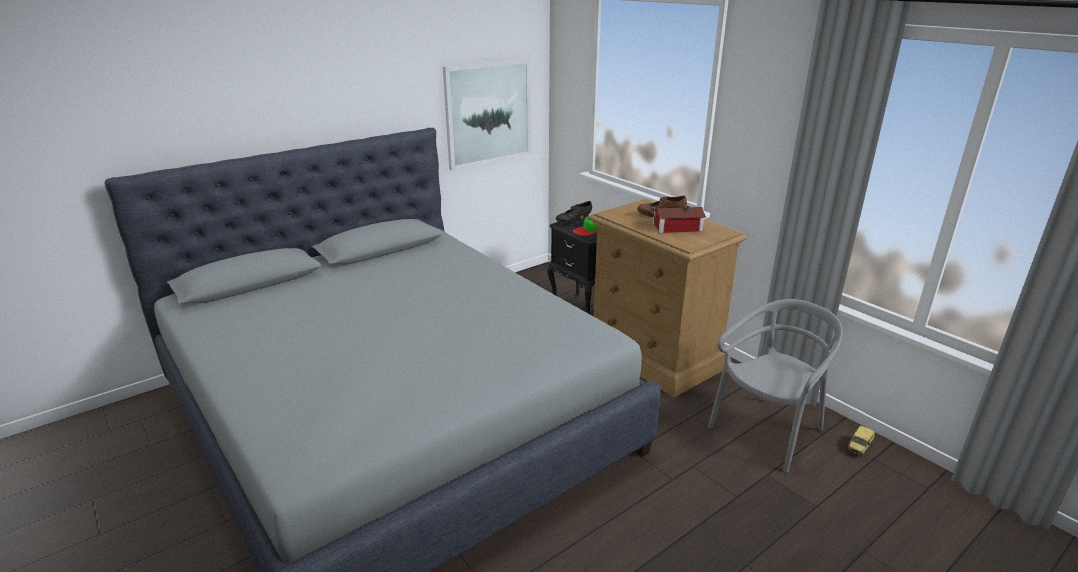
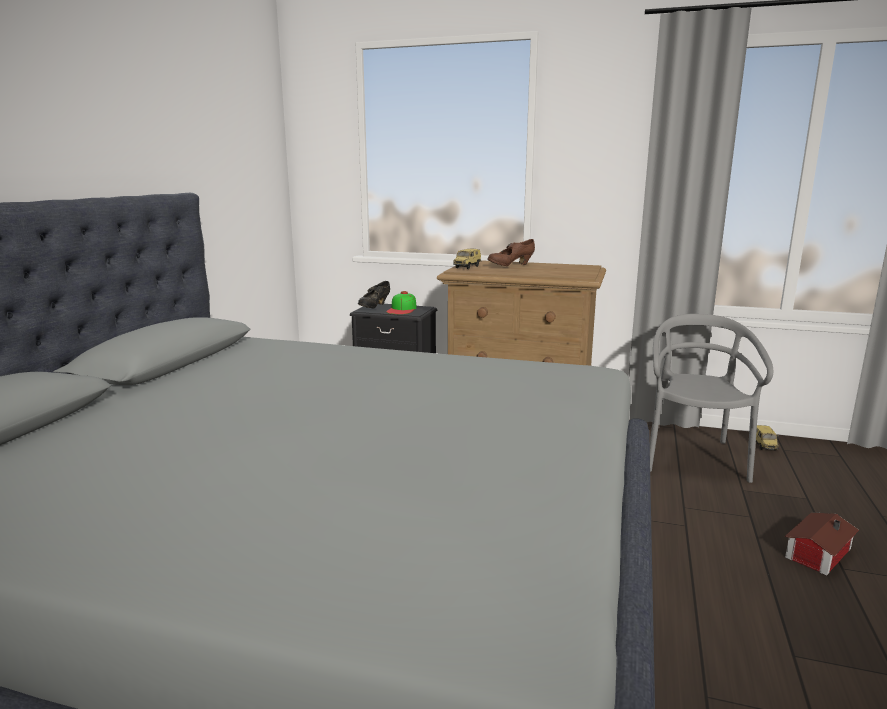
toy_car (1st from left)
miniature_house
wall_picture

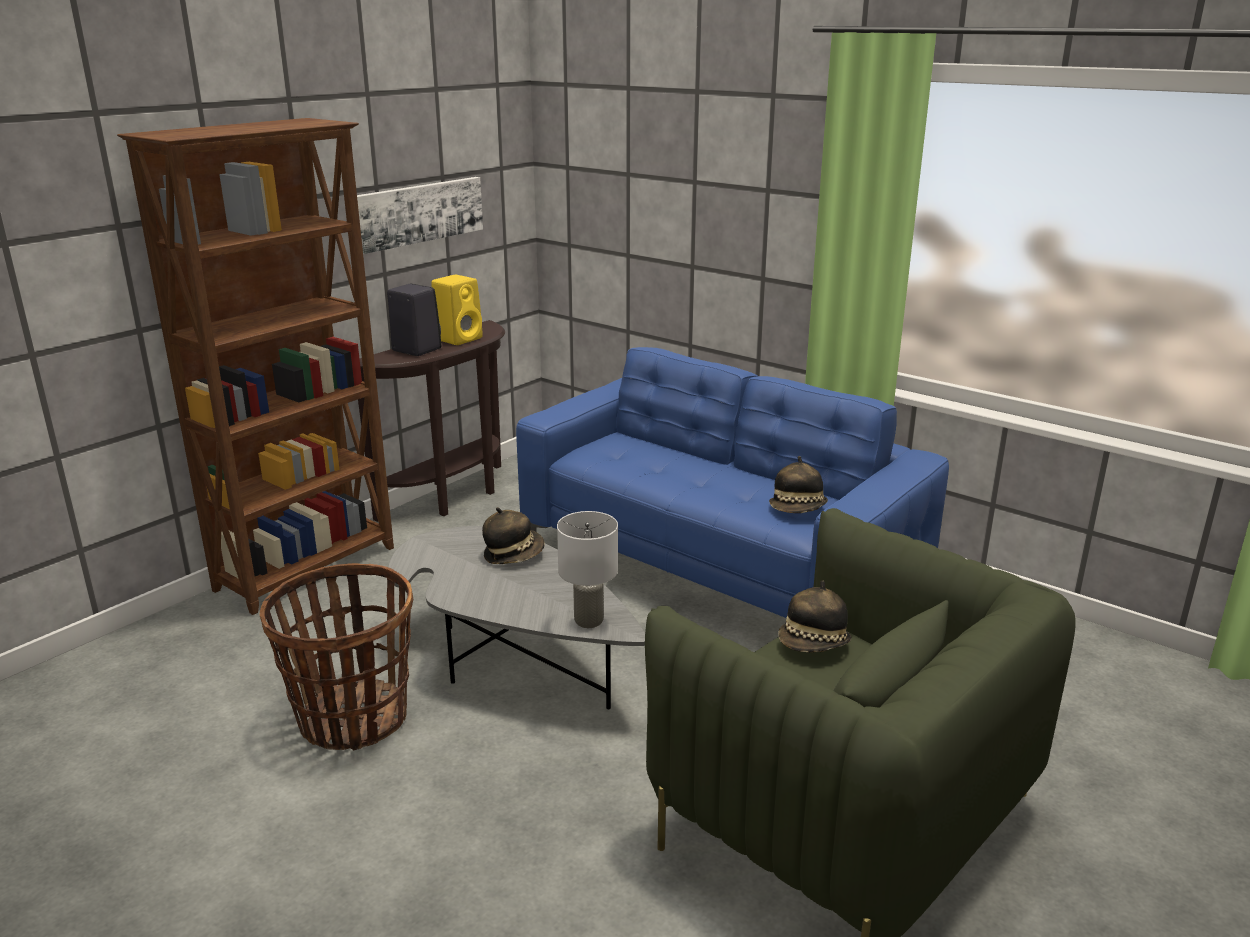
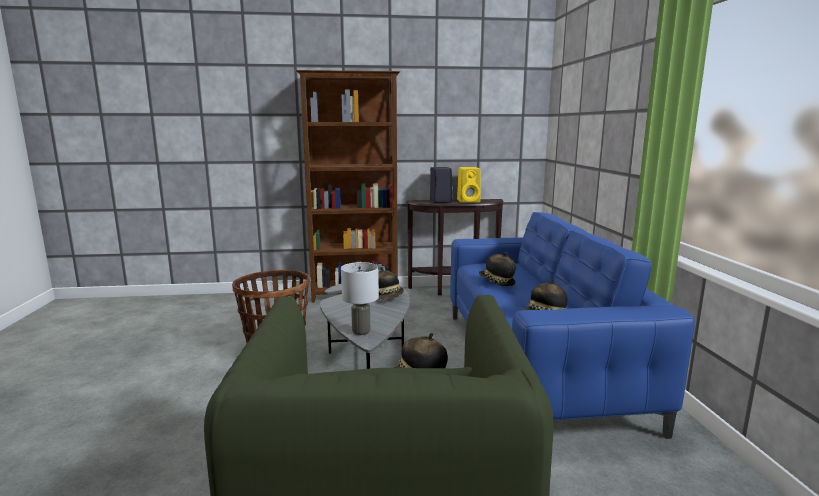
hat (3rd from left)
wall_picture

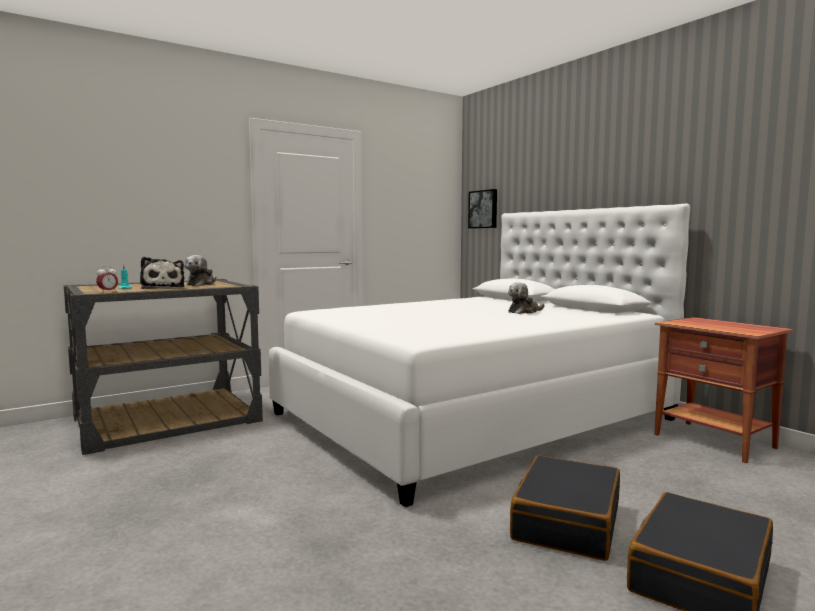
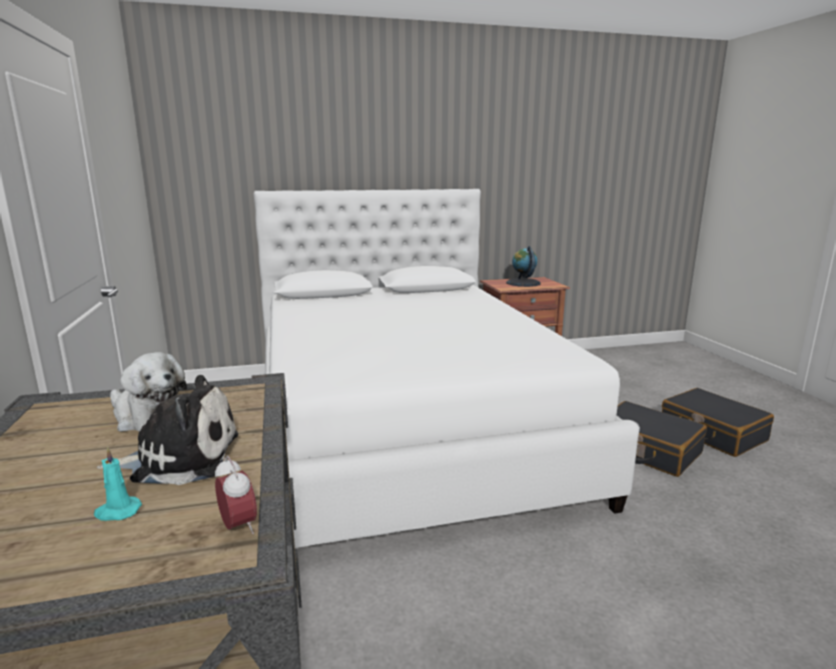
globe
wall_picture
cuddly_toy (3rd from left in the first image)

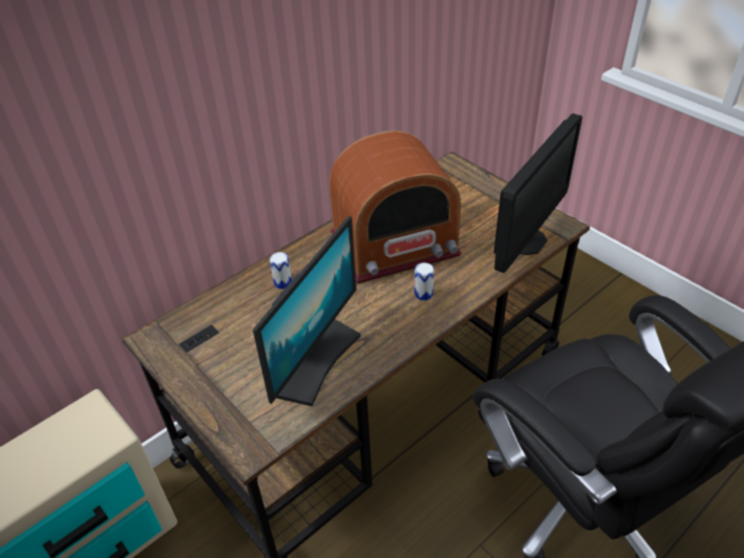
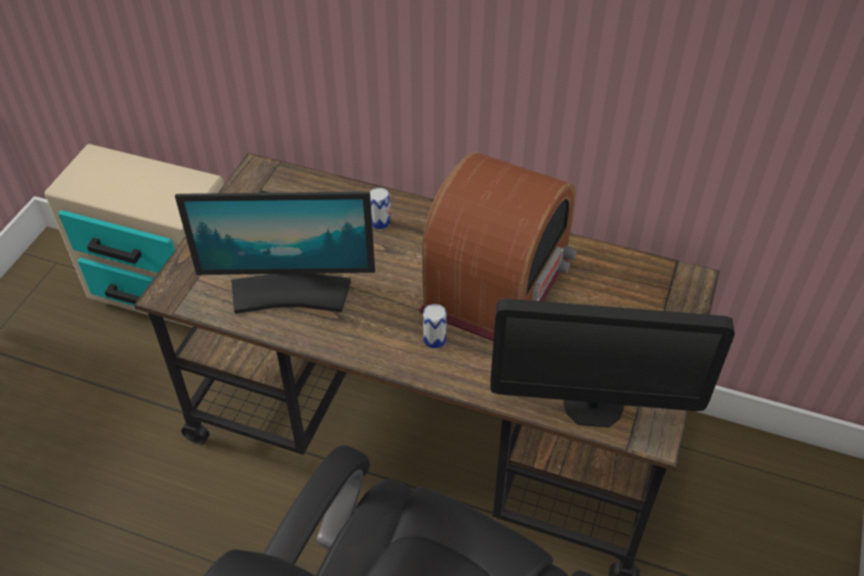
radio

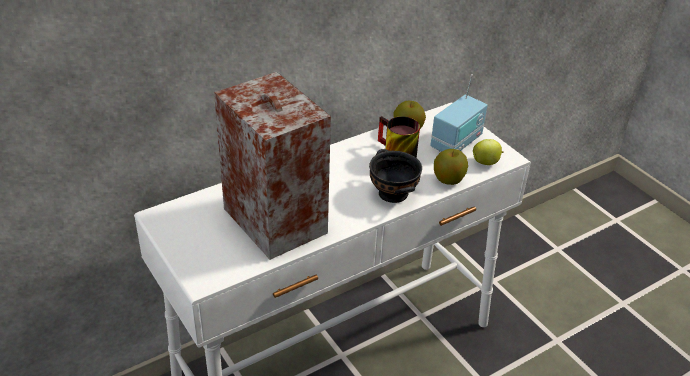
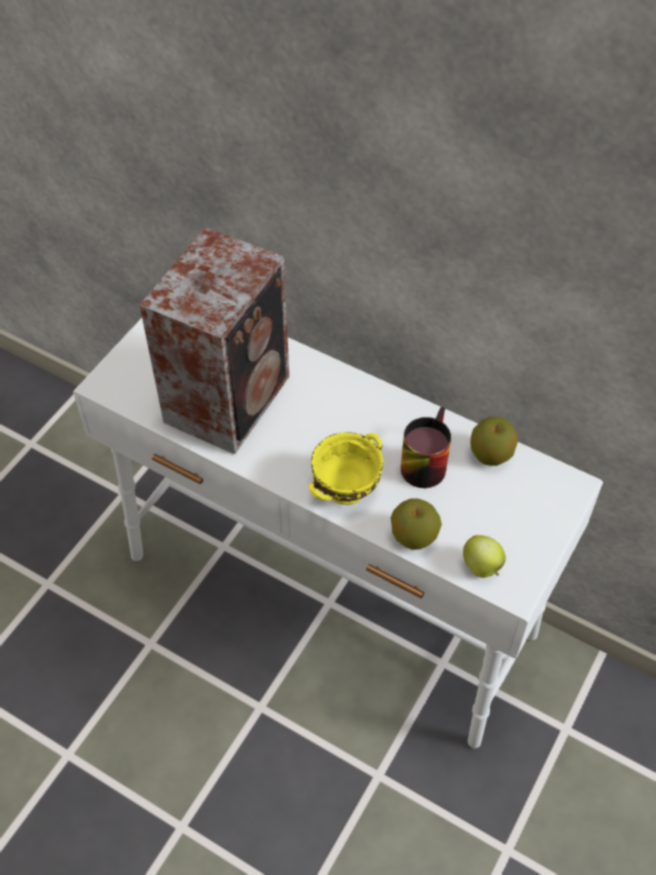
yellow_serving_bowl
radio

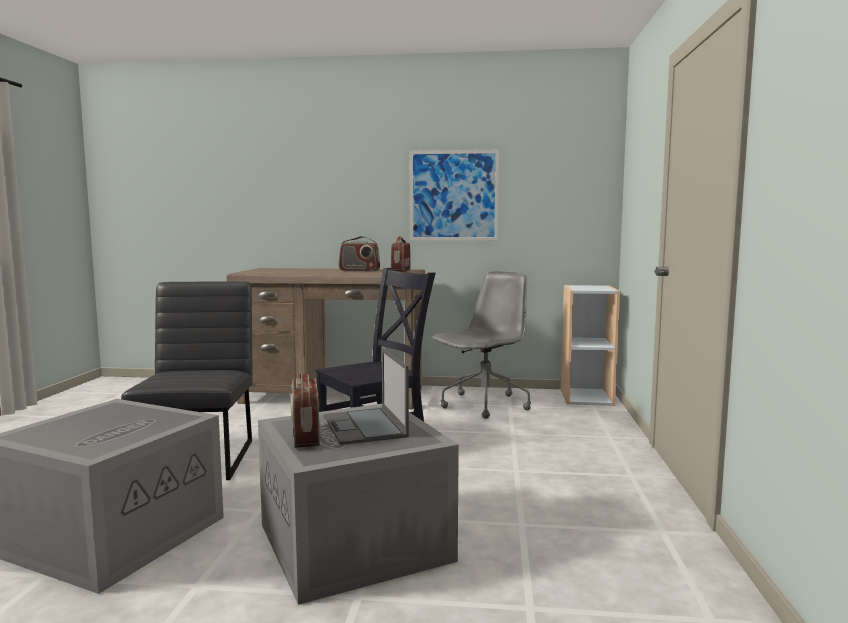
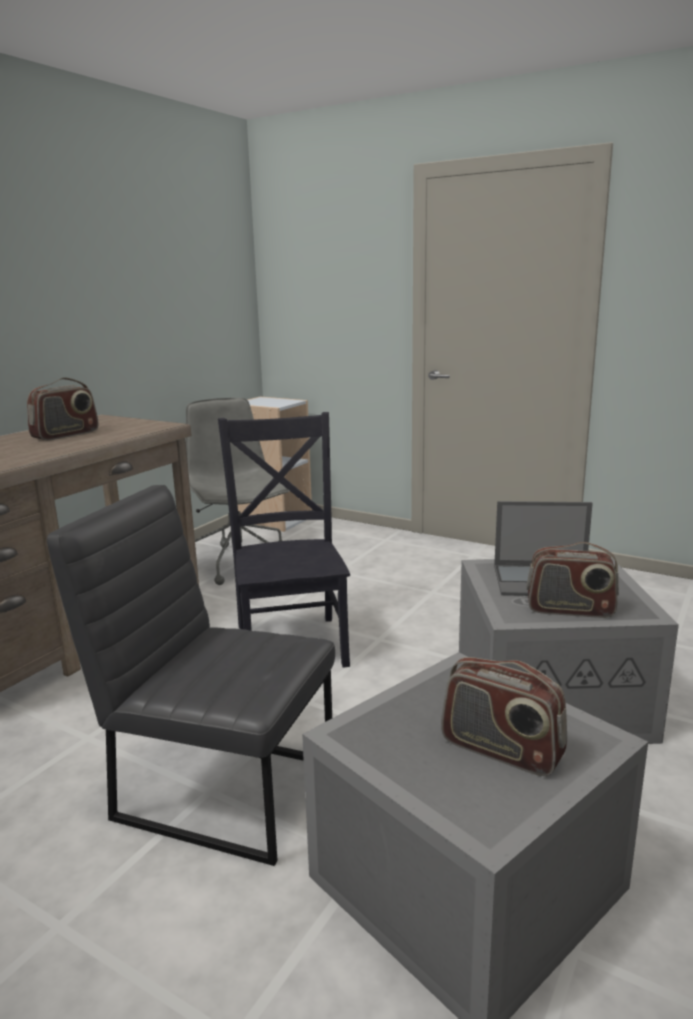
radio (2nd from left)
wall_picture

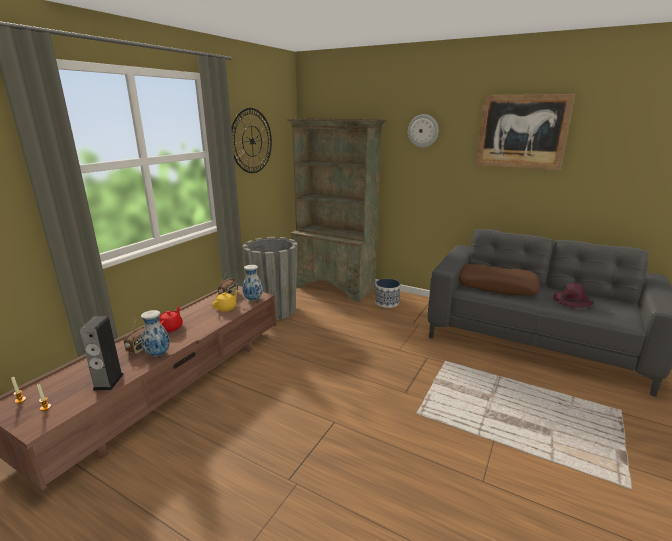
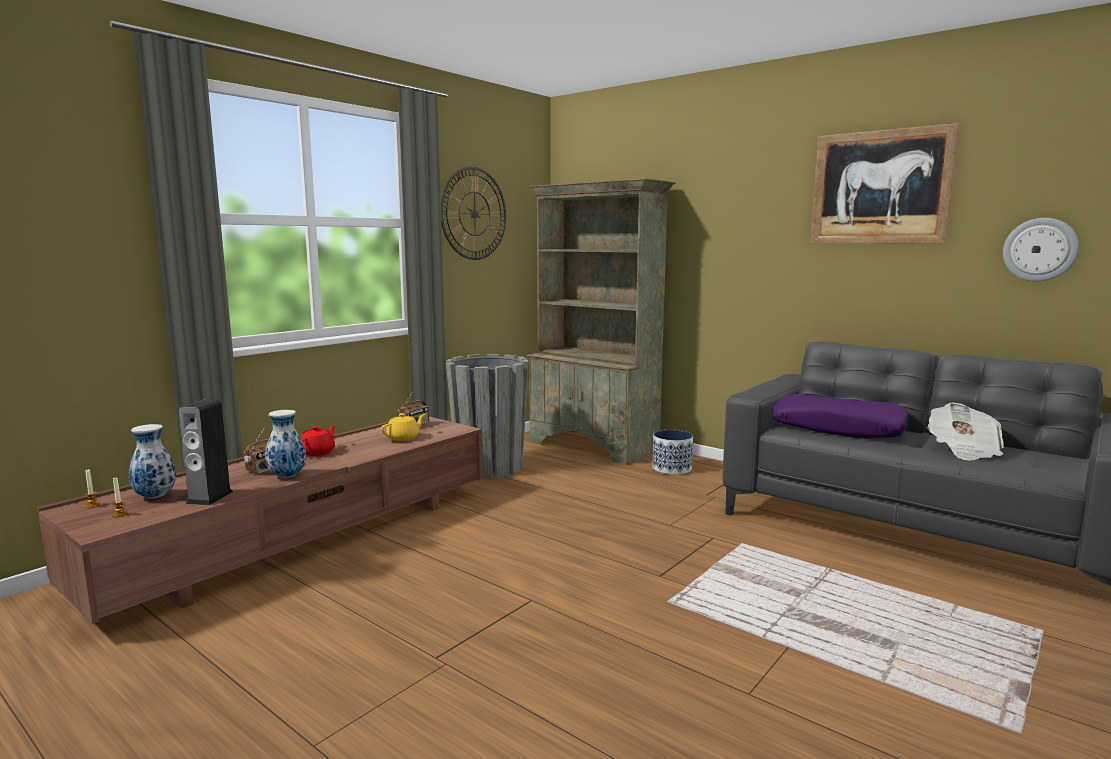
flower_vase (1st from left)
purple_cushion
daily_paper
hanging_clock (2nd from left)

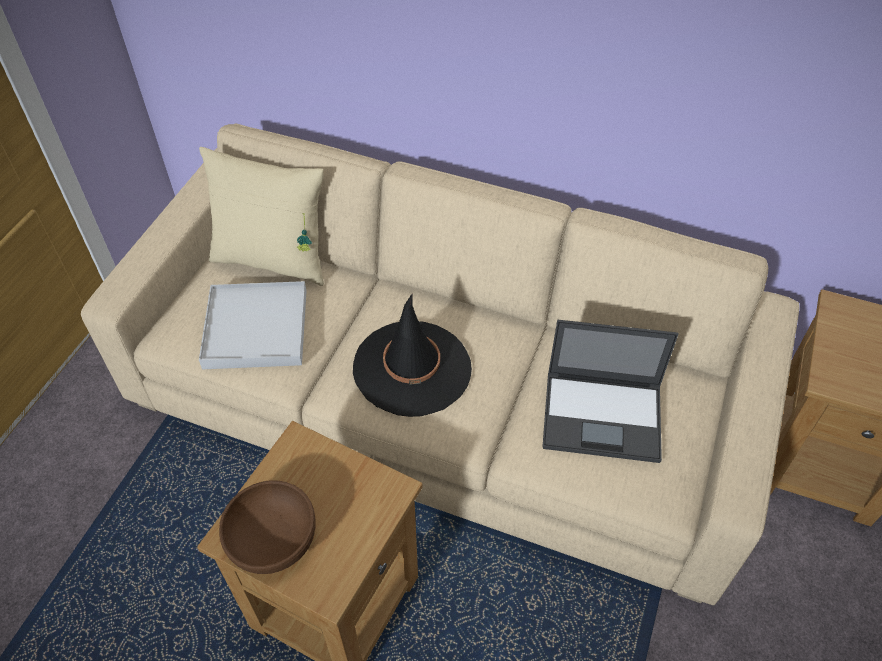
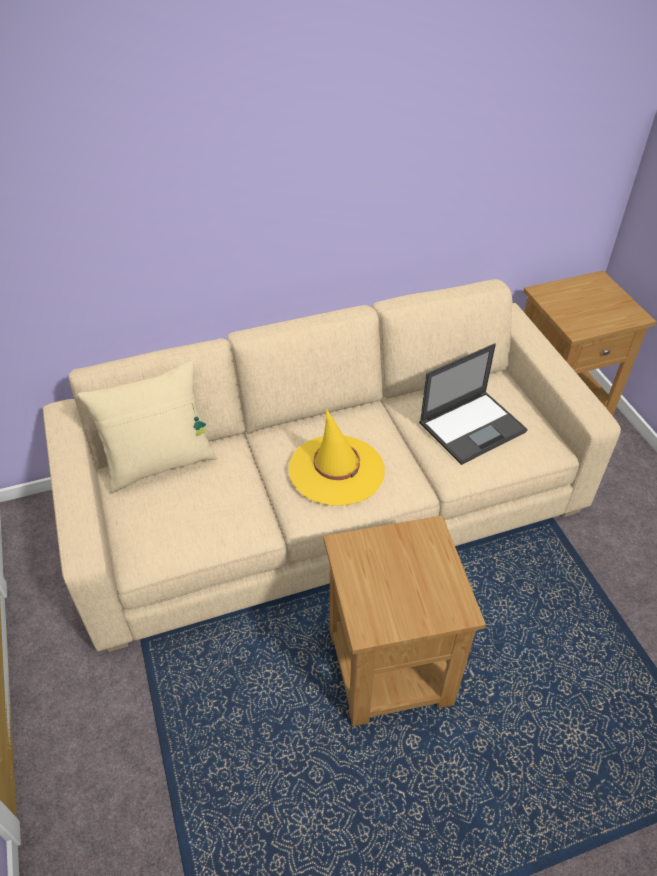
yellow_hat
white-coloured_serving_tray
brownish_serving_bowl

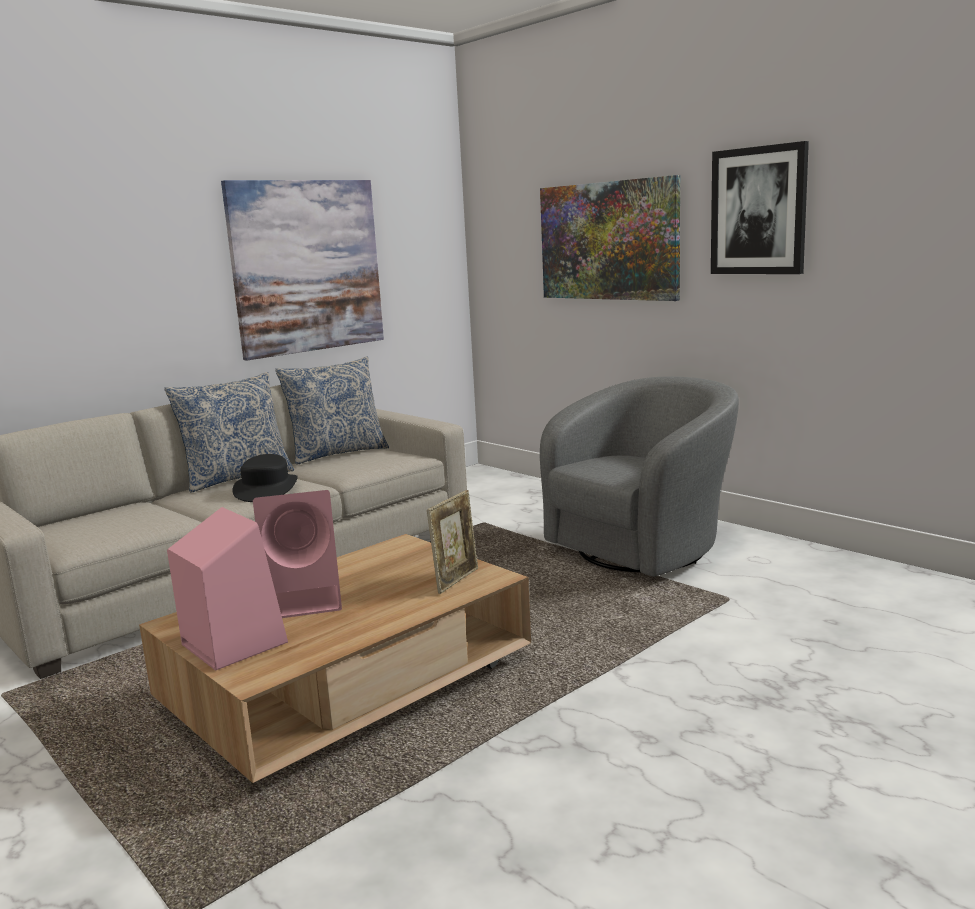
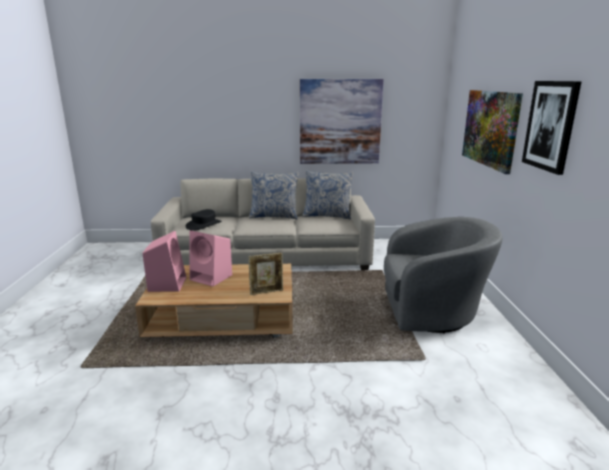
black_hat

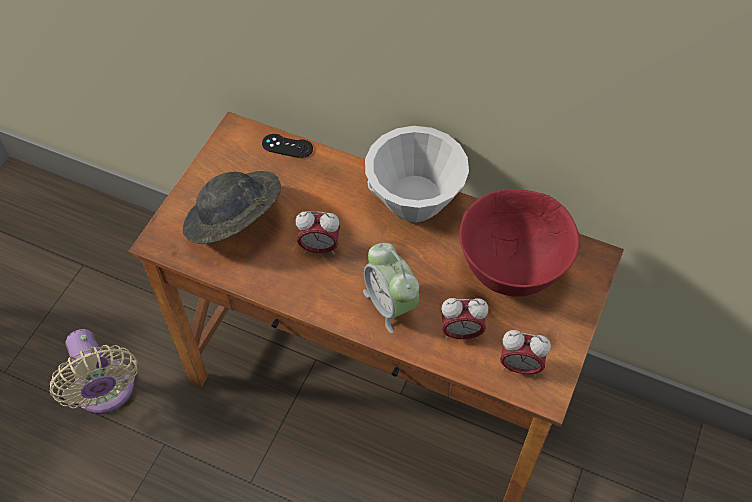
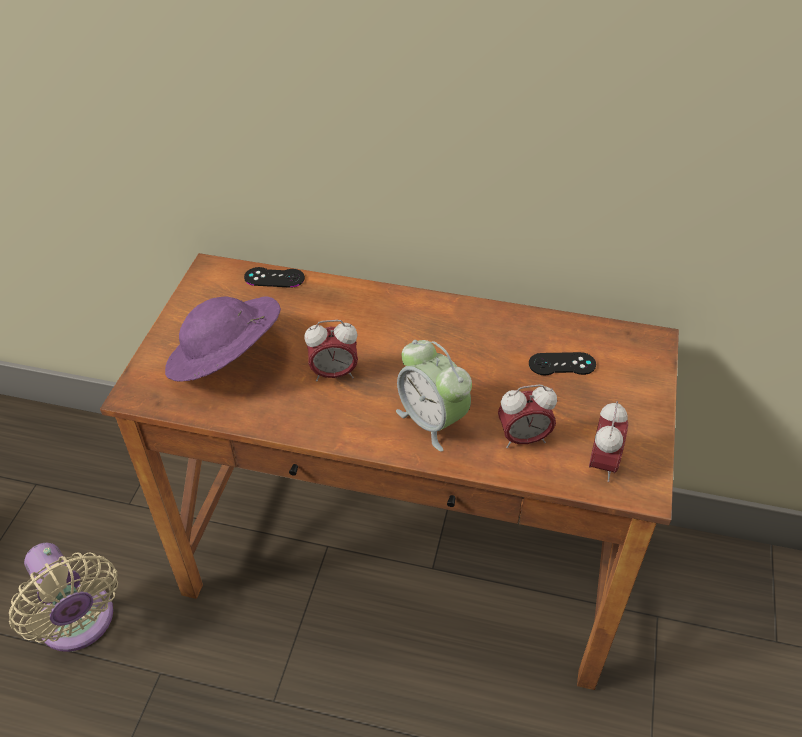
purple_hat
black_joypad (2nd from left)
table_clock (4th from left)
white-coloured_serving_bowl

